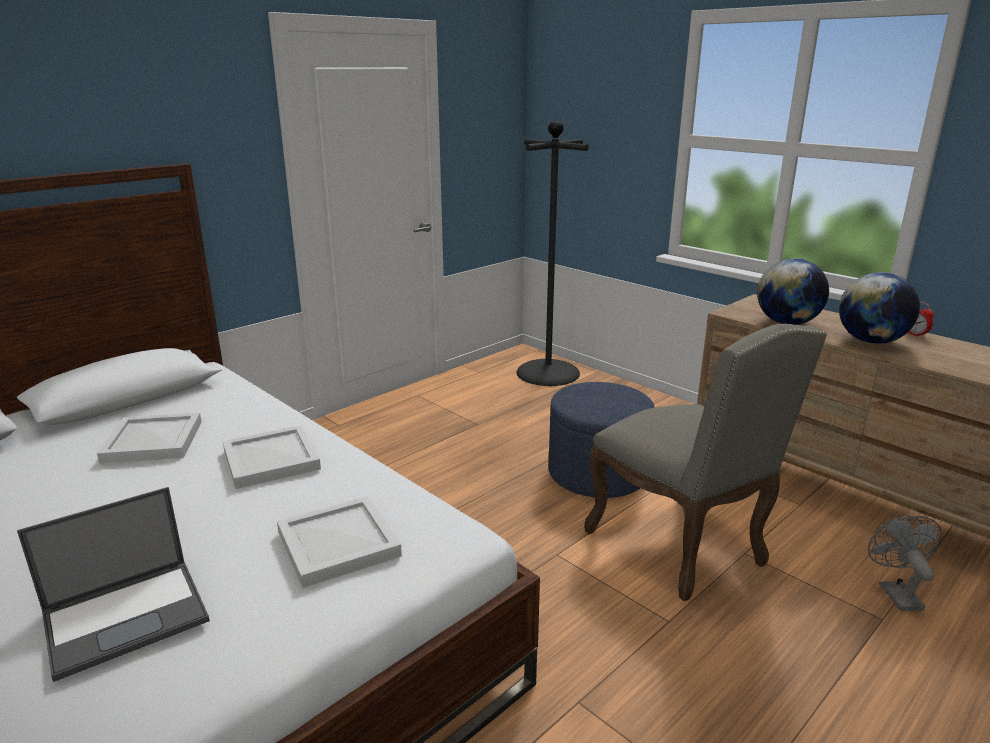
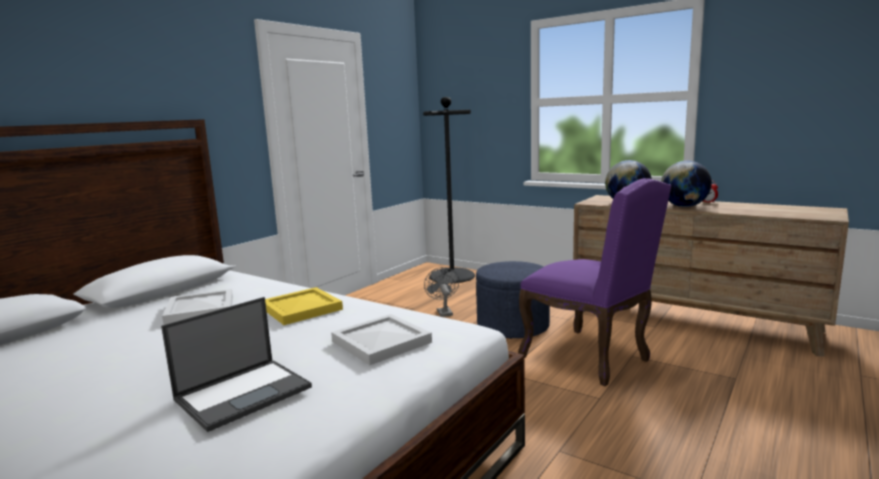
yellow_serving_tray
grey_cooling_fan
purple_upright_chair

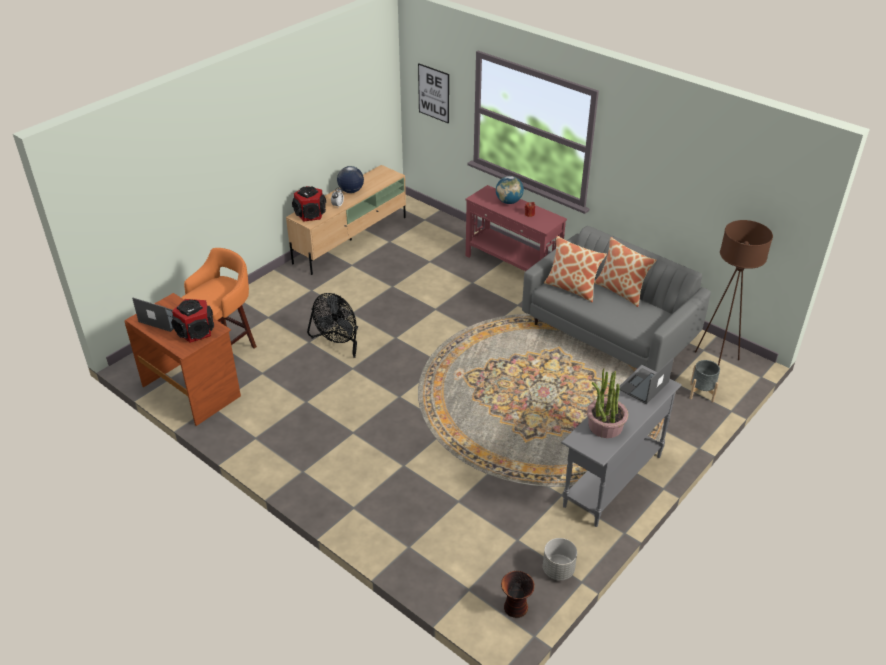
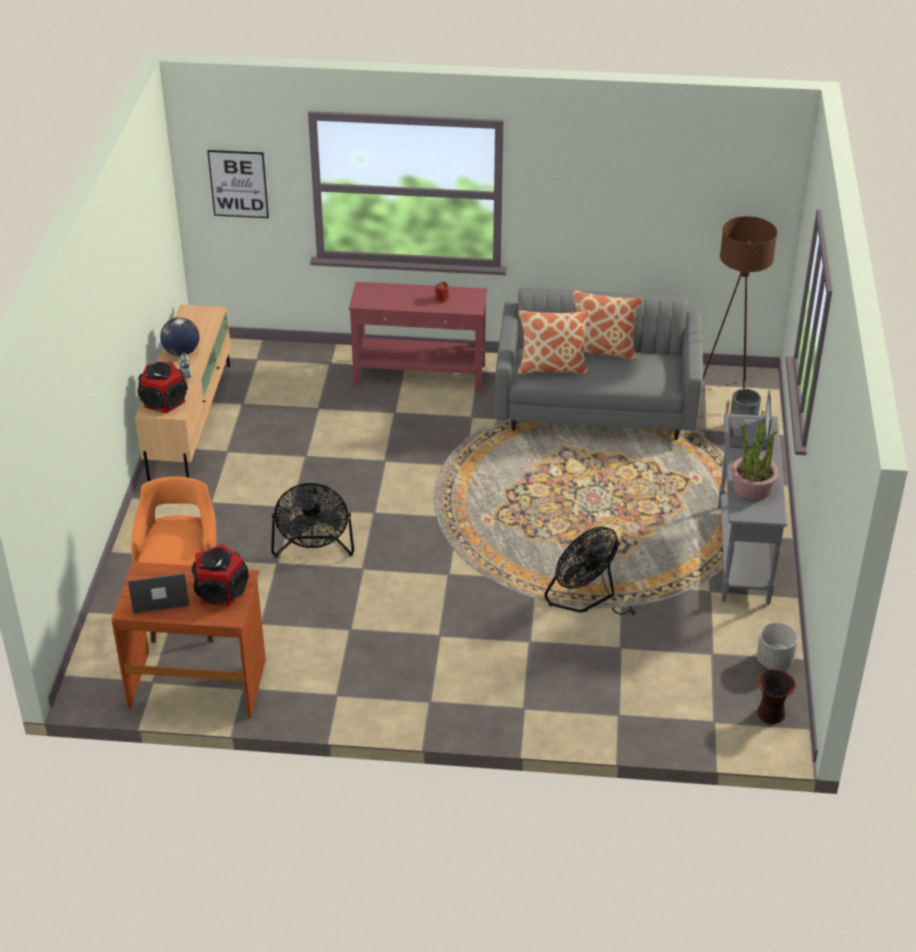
black_cooling_fan (2nd from left)
globe (2nd from left in the first image)

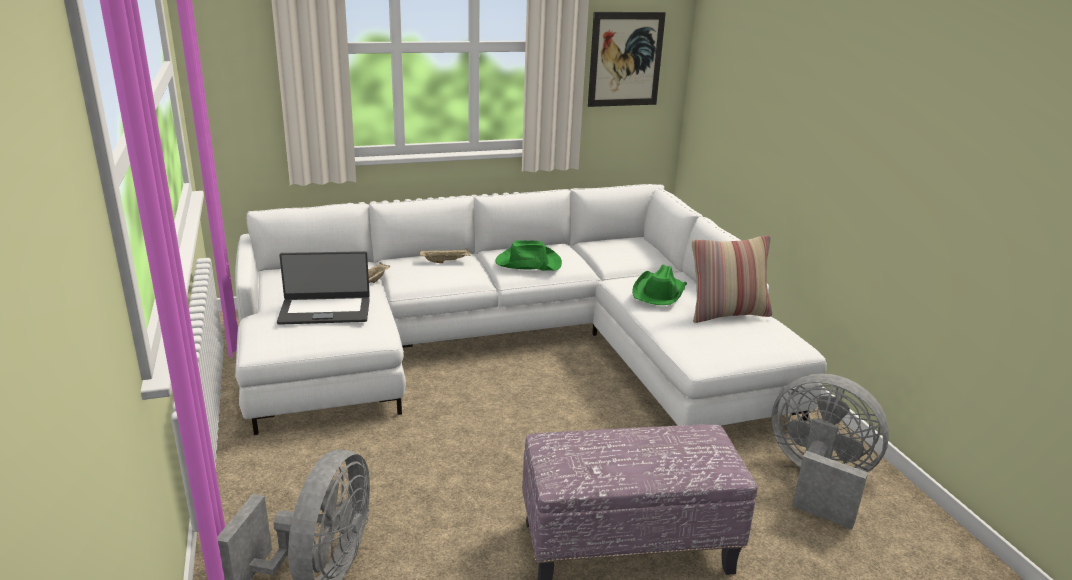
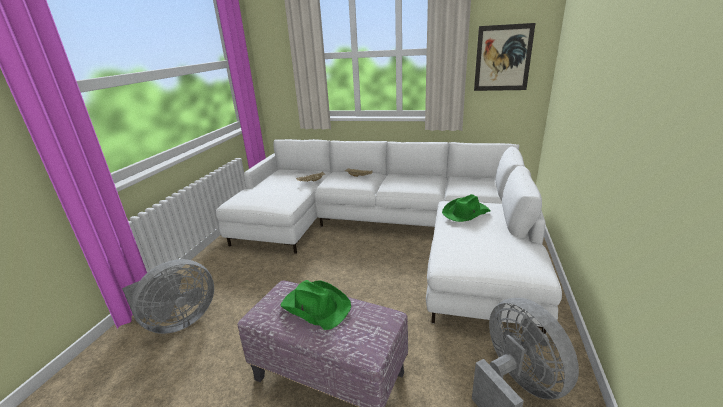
greenish_hat (1st from left)
notebook_computer
cushion

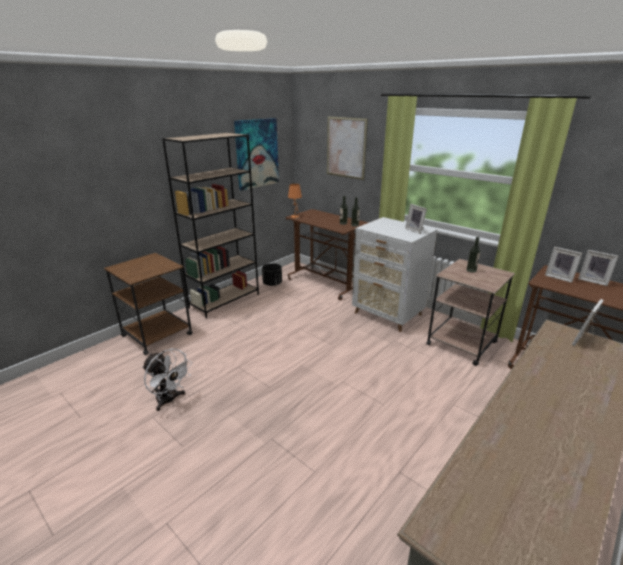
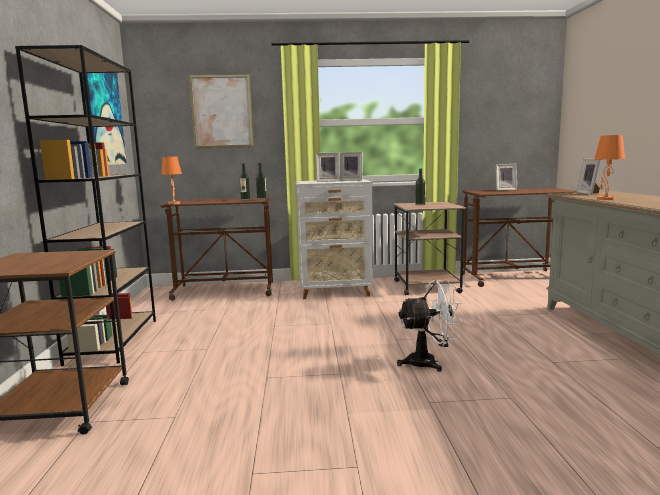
photo_frame (1st from left)
white-coloured_cooling_fan
orangey_tabletop_lamp (2nd from left)
black_plant_pot

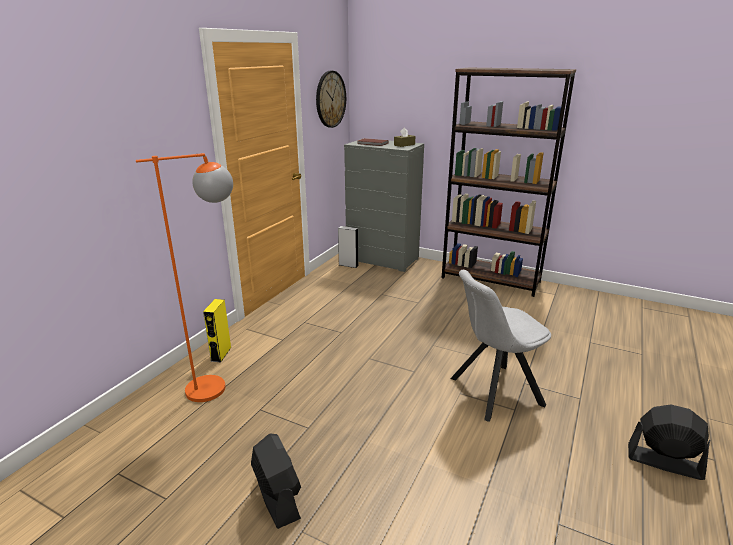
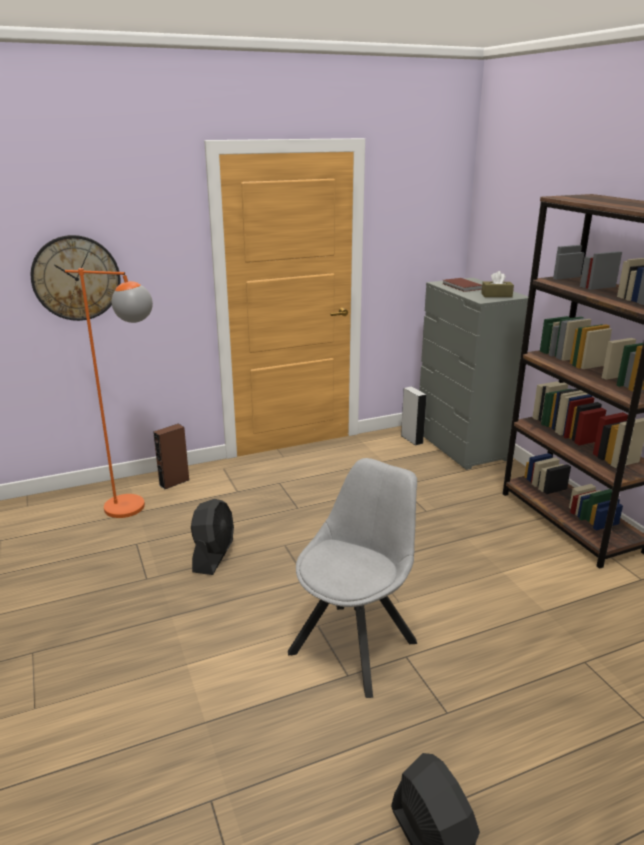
hanging_clock
brownish_loudspeaker
black_cooling_fan (1st from left)
grey_upright_chair

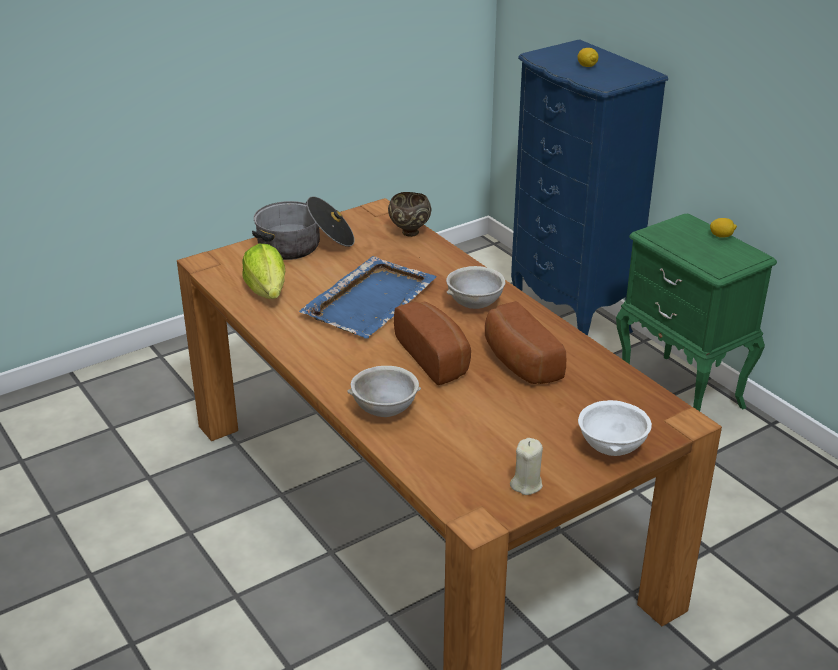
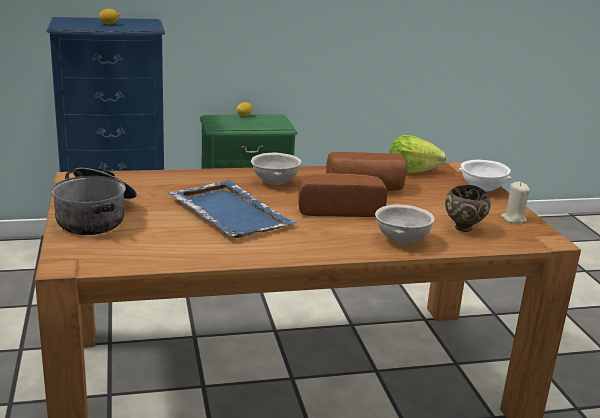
lettuce_head
brownish_serving_bowl

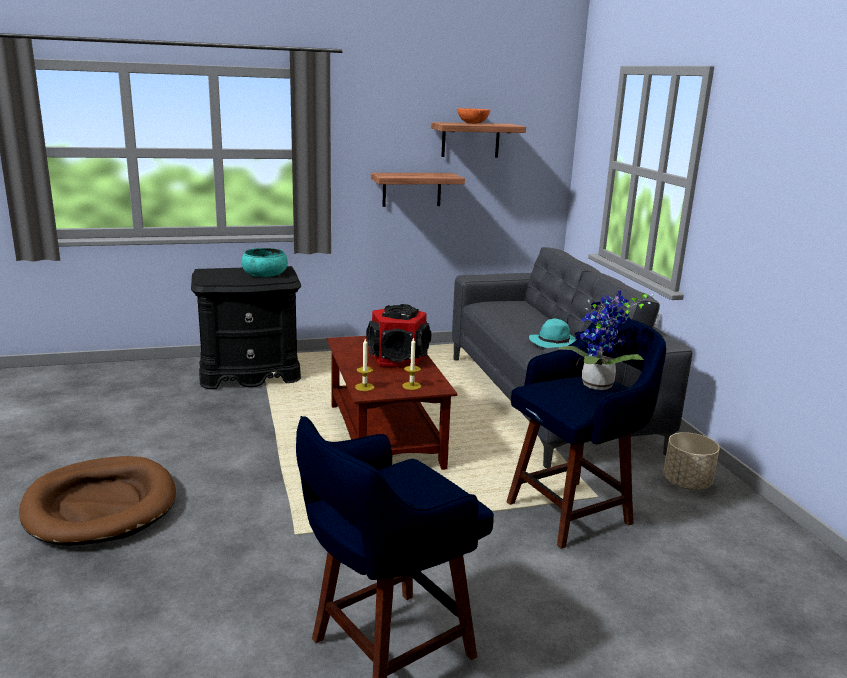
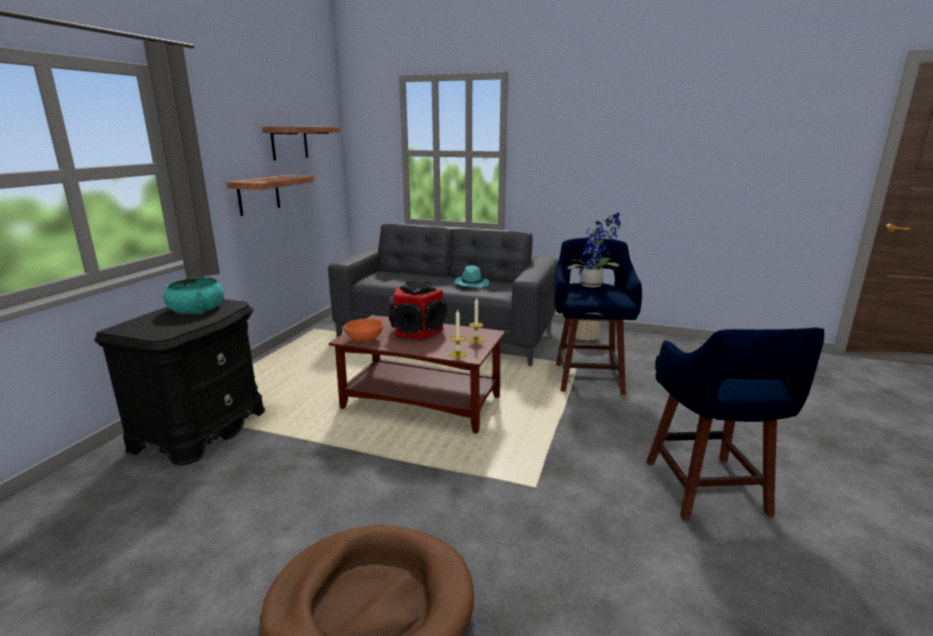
orangey_serving_bowl

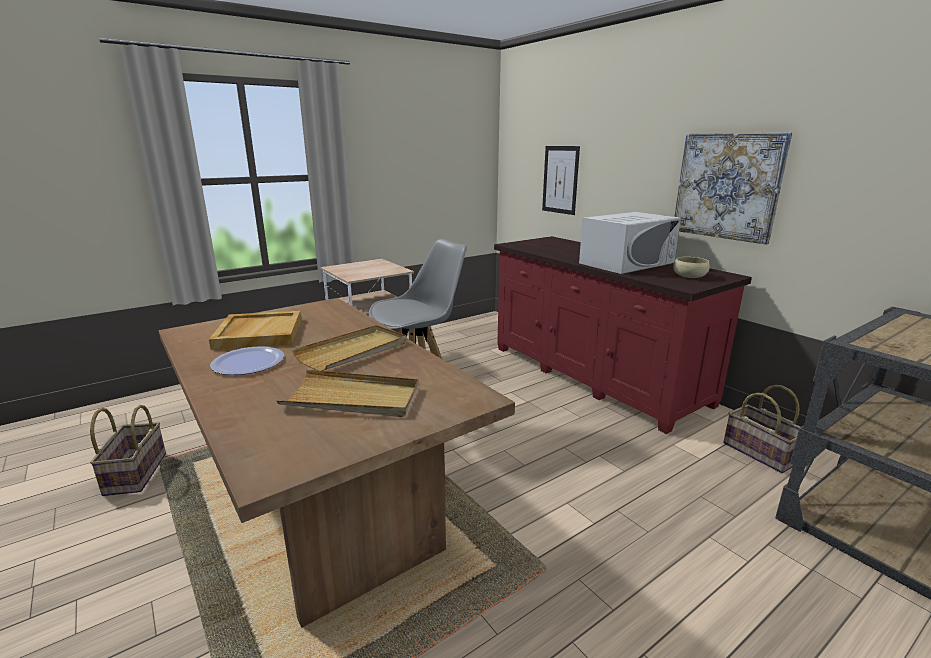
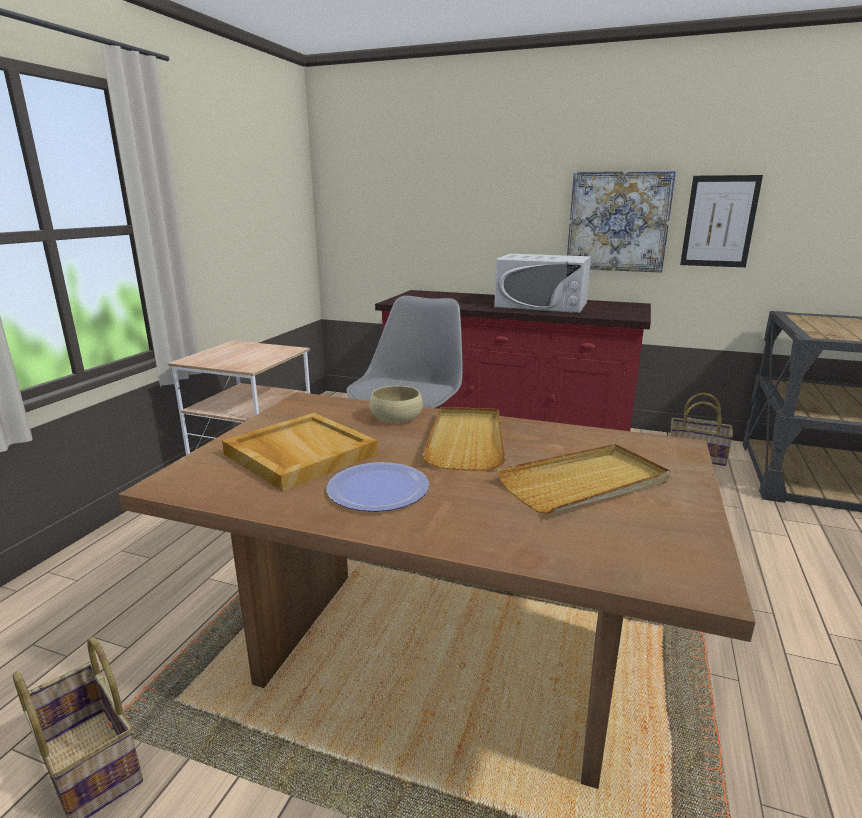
sand-coloured_serving_bowl
white-coloured_microwave_oven
wall_picture (2nd from left)

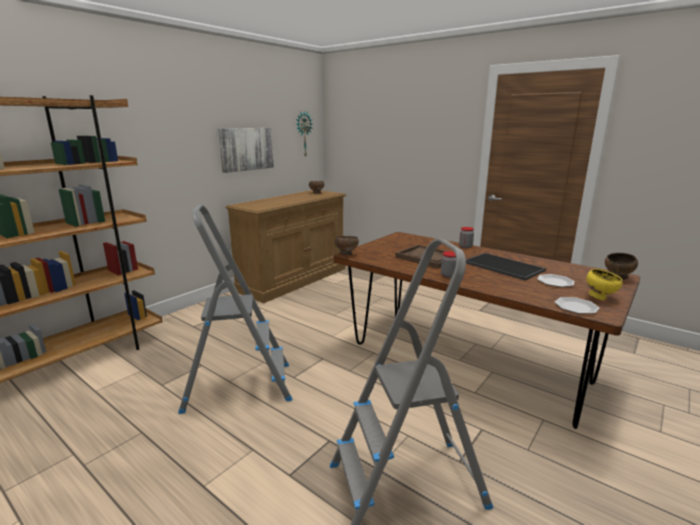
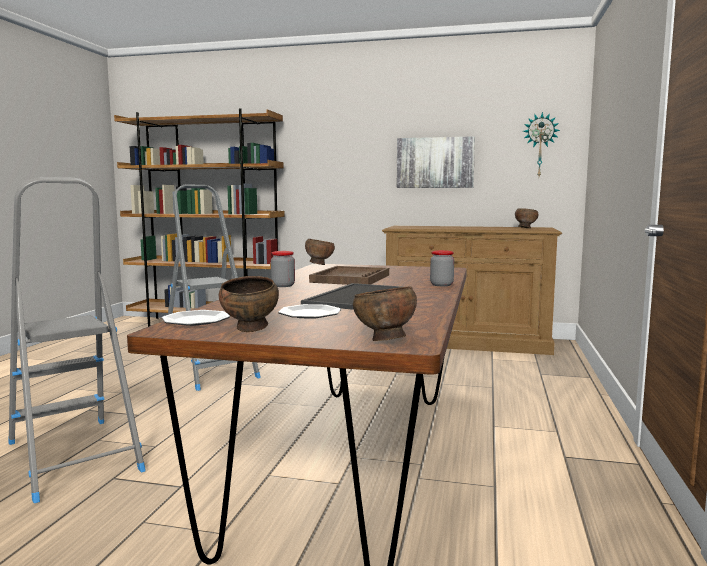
brownish_serving_bowl (1st from left)

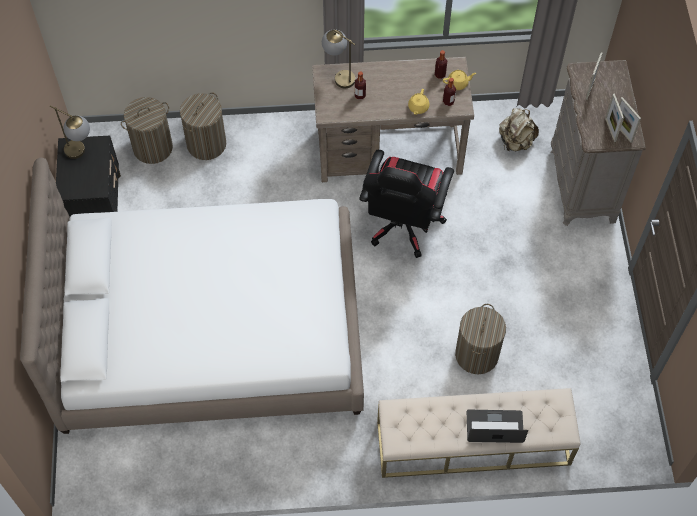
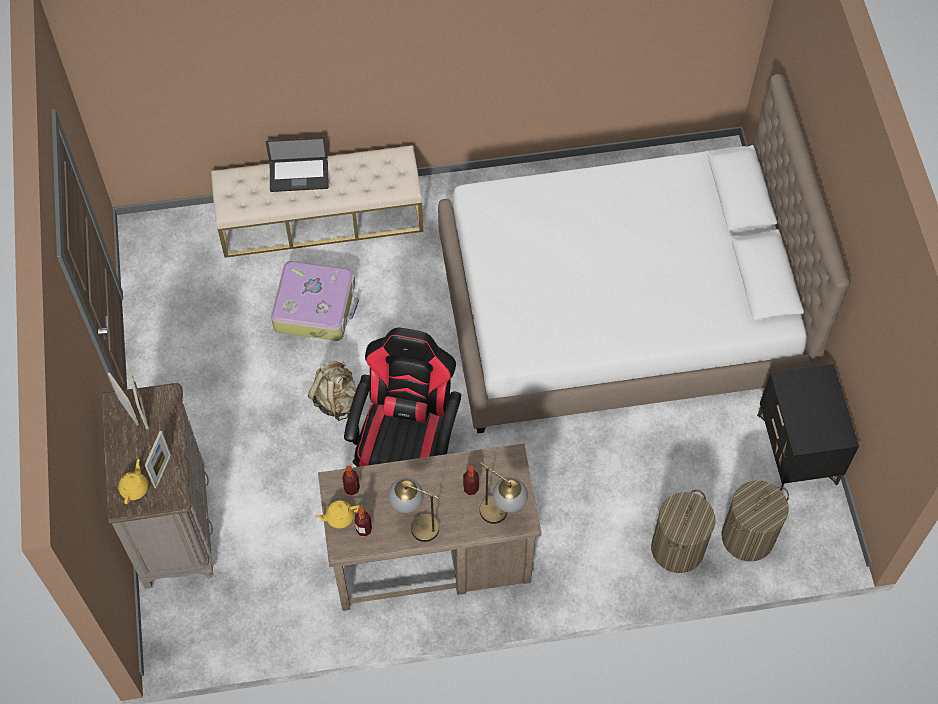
yellow_pot_for_tea (1st from left)
suitcase
sand-coloured_knapsack
tabletop_lamp (1st from left)

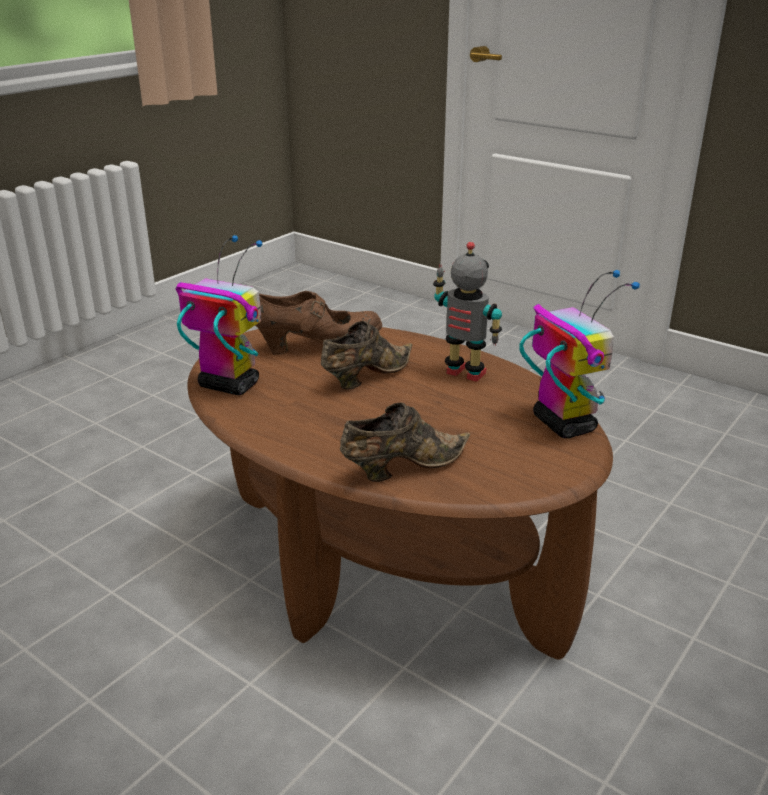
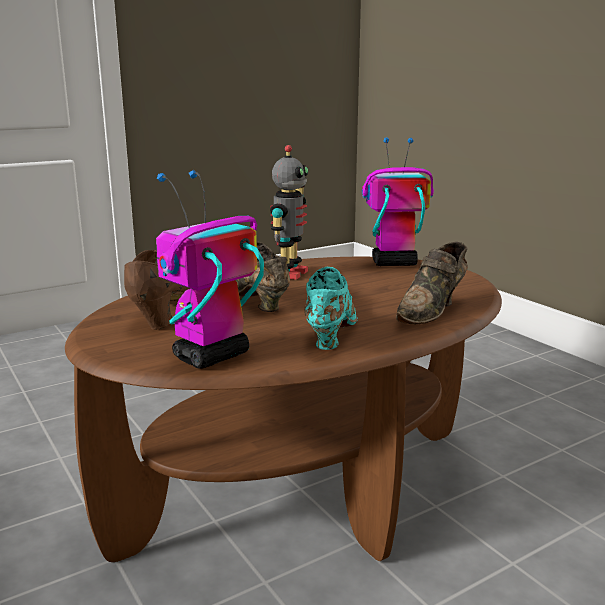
toy_robot (2nd from left)
blue-green_low_shoe
brownish_low_shoe (3rd from left)

